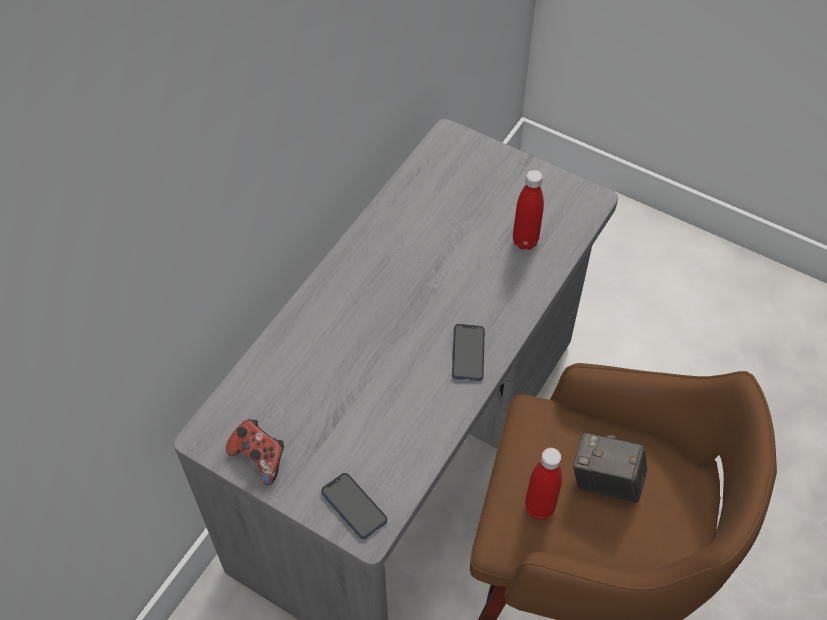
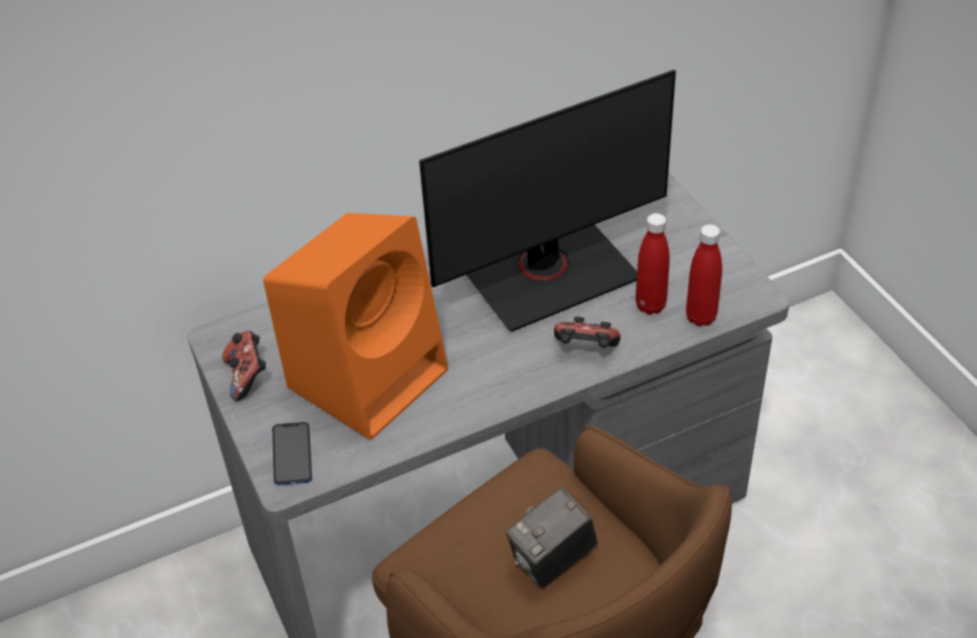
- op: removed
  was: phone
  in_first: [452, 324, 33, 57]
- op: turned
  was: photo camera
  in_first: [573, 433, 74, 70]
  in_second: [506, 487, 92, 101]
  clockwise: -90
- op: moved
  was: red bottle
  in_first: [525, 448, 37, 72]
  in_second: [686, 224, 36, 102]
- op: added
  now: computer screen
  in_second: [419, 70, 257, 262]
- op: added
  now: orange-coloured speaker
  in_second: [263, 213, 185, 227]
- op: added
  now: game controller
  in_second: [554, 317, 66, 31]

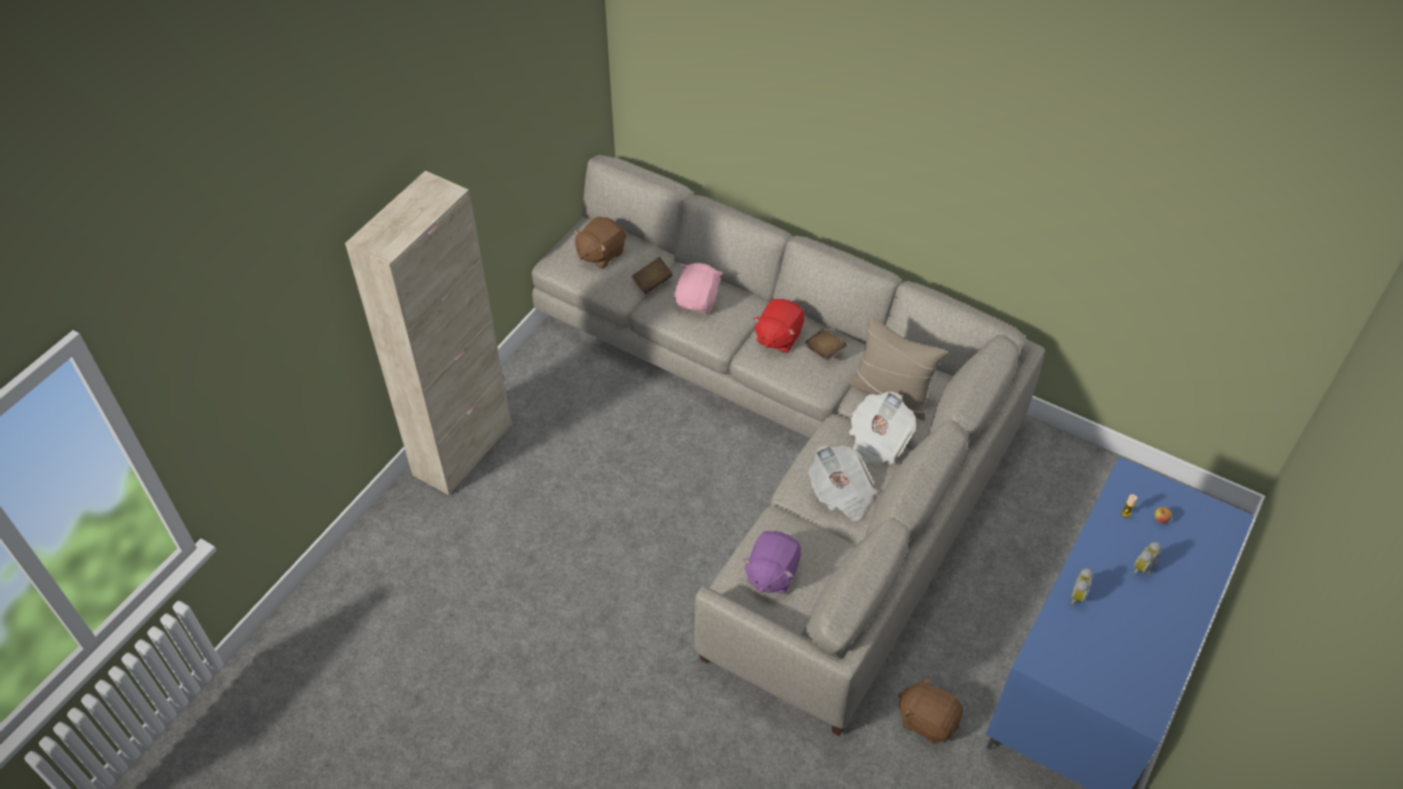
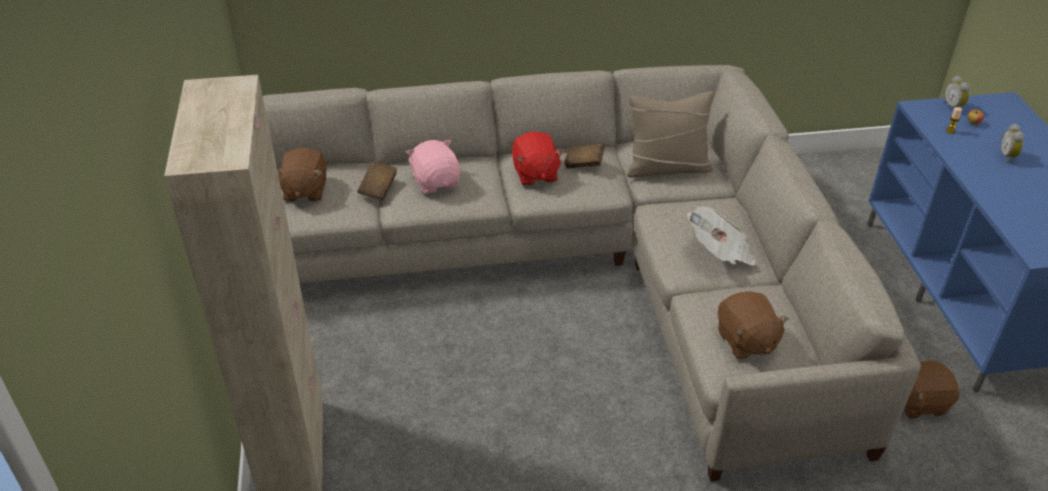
- op: removed
  was: newspaper
  in_first: [849, 392, 67, 72]
- op: recoloured
  was: purple-coloured cuddly toy
  now: brown-coloured cuddly toy
  in_first: [743, 531, 58, 63]
  in_second: [718, 291, 71, 68]
- op: moved
  was: alarm clock
  in_first: [1071, 568, 22, 37]
  in_second: [945, 76, 25, 31]

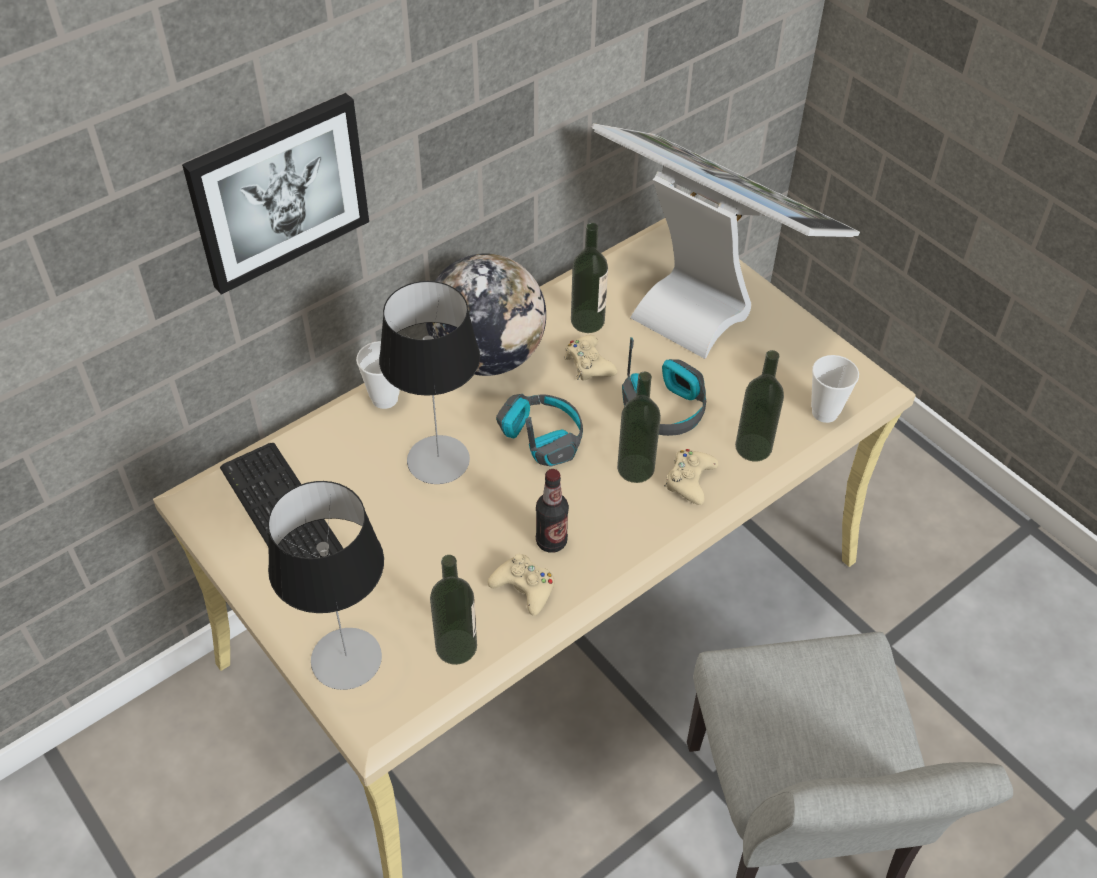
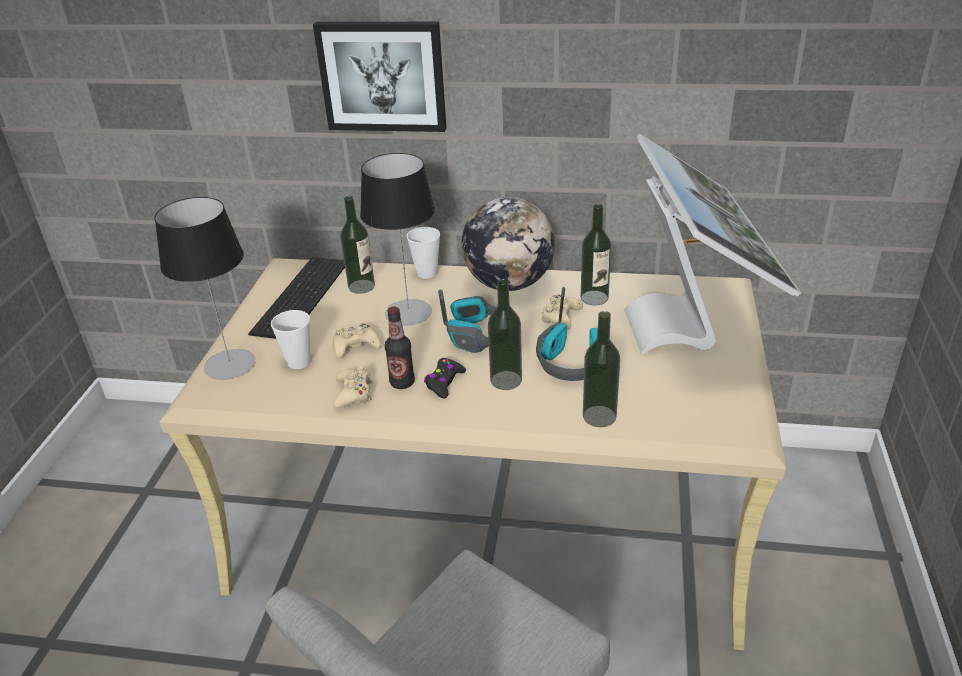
- op: moved
  was: cup
  in_first: [811, 355, 48, 68]
  in_second: [271, 310, 40, 59]
- op: moved
  was: beige game controller
  in_first: [664, 449, 54, 56]
  in_second: [333, 323, 48, 35]
- op: moved
  was: bottle
  in_first: [430, 555, 47, 110]
  in_second: [340, 196, 35, 98]
- op: added
  now: black game controller
  in_second: [424, 358, 42, 41]

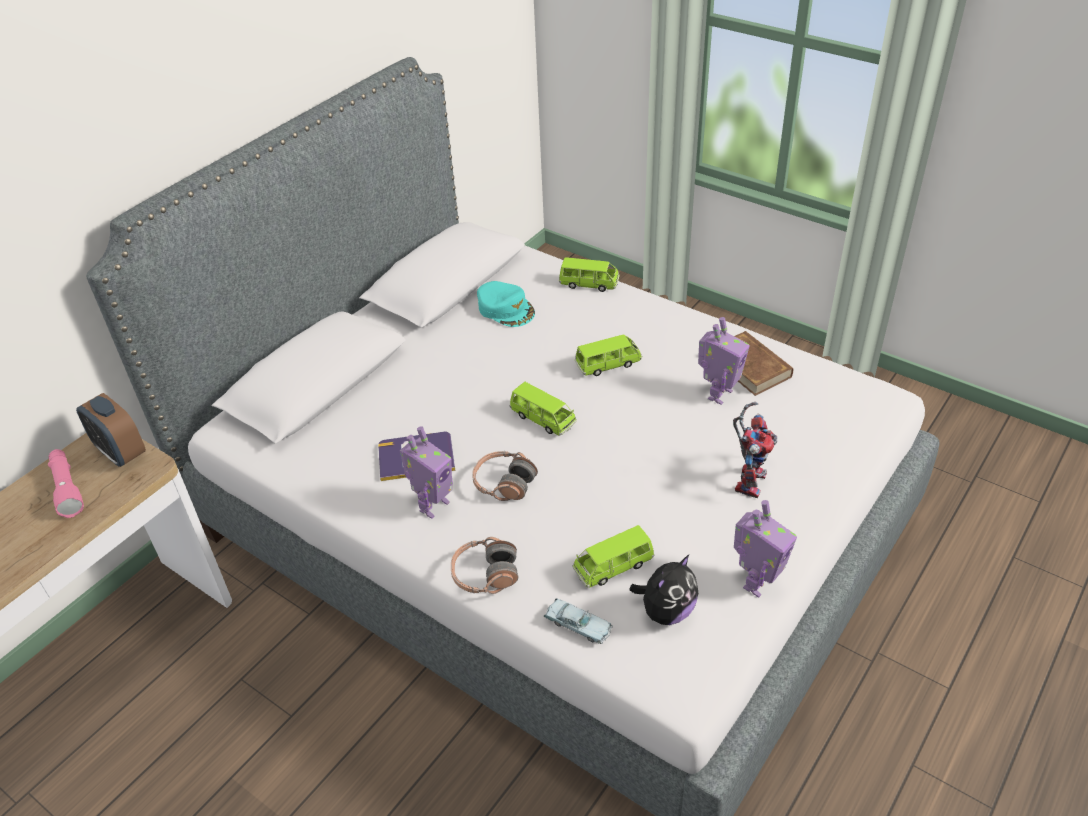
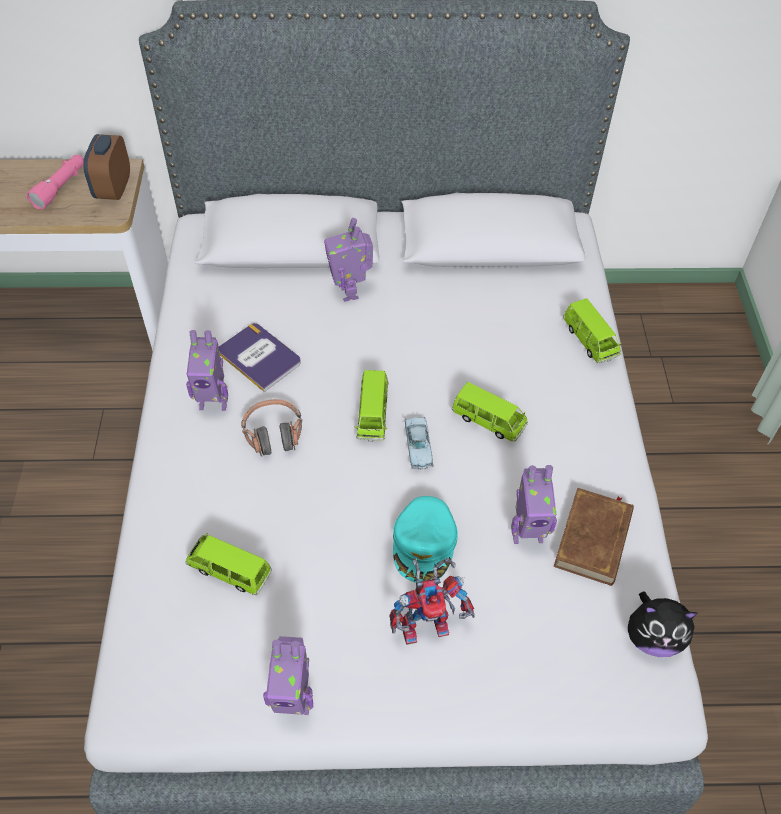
- op: moved
  was: blue-green baseball cap
  in_first: [477, 281, 58, 46]
  in_second: [393, 496, 65, 87]
- op: removed
  was: headset
  in_first: [451, 537, 67, 57]
- op: moved
  was: cuddly toy
  in_first: [629, 555, 69, 70]
  in_second: [628, 591, 70, 66]
- op: moved
  was: bluish toy car
  in_first: [544, 598, 69, 46]
  in_second: [405, 417, 29, 53]
- op: added
  now: toy robot
  in_second: [324, 218, 49, 84]

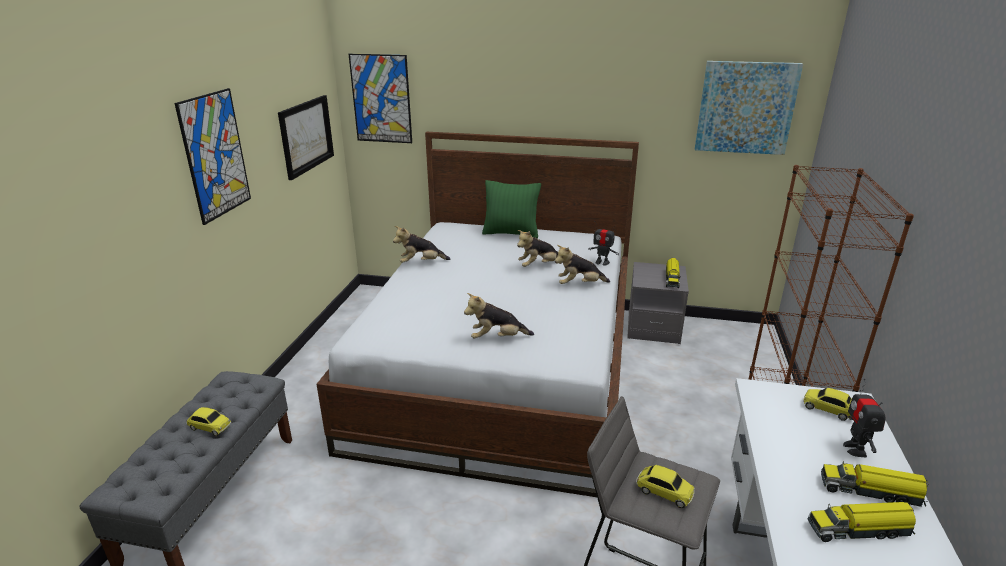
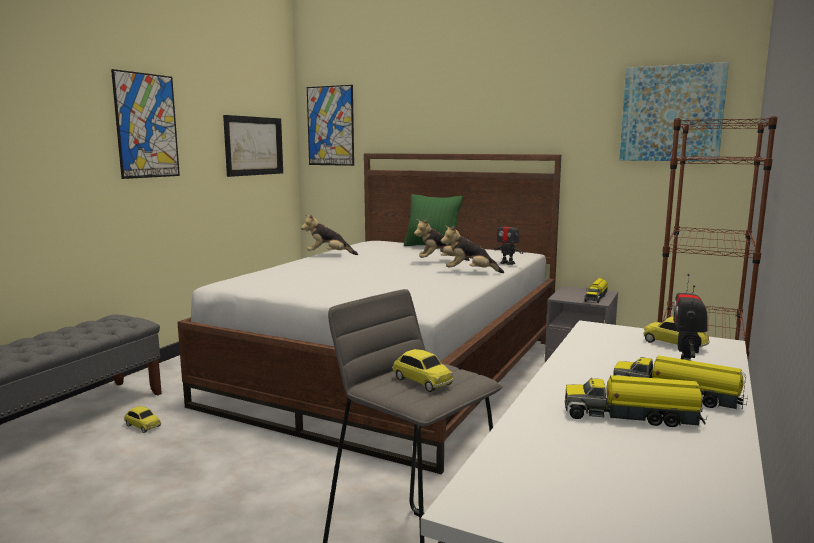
- op: removed
  was: cuddly toy
  in_first: [464, 293, 70, 45]
- op: moved
  was: toy car
  in_first: [187, 407, 44, 29]
  in_second: [124, 406, 37, 27]

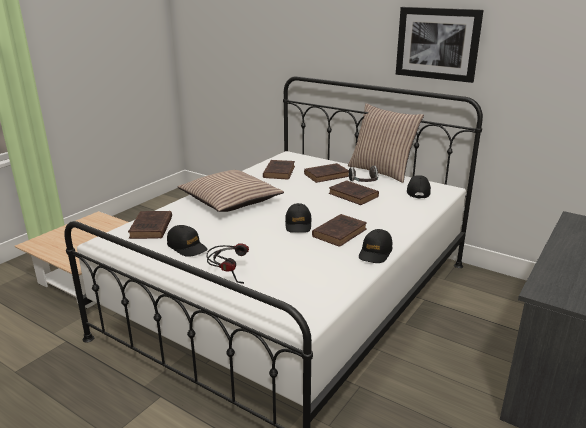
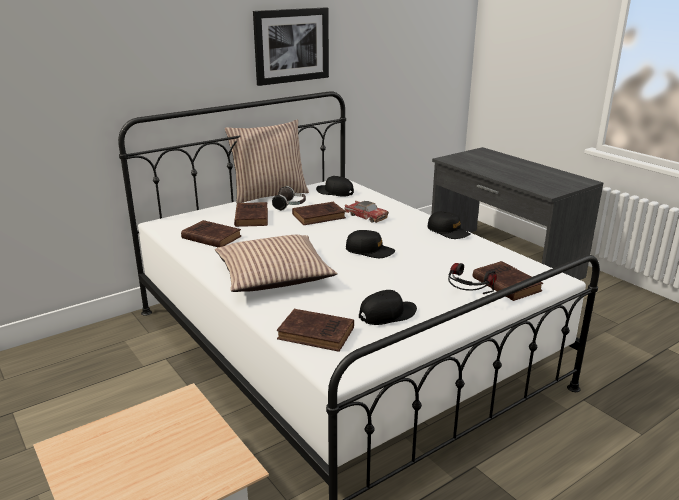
- op: moved
  was: brown-coloured volume
  in_first: [312, 214, 55, 33]
  in_second: [473, 261, 70, 40]
- op: added
  now: toy car
  in_second: [344, 201, 45, 22]

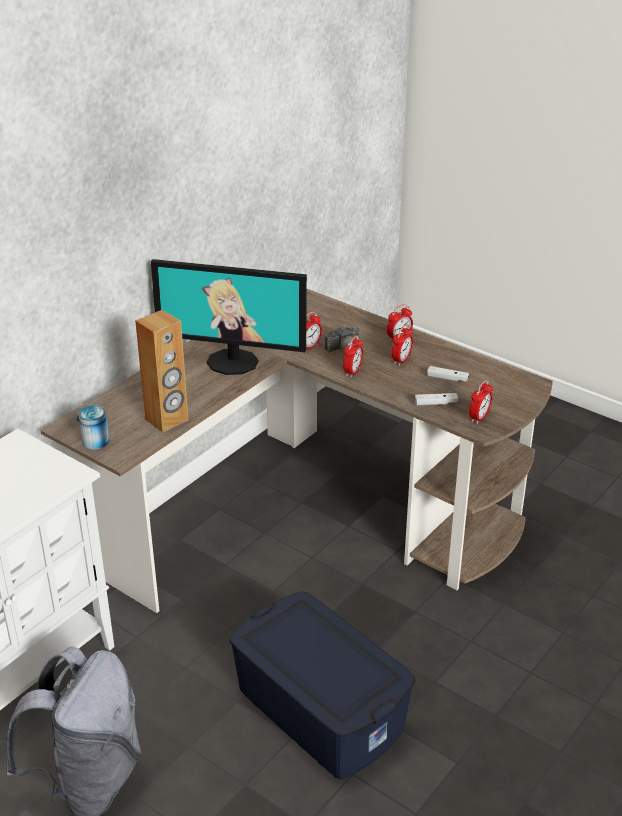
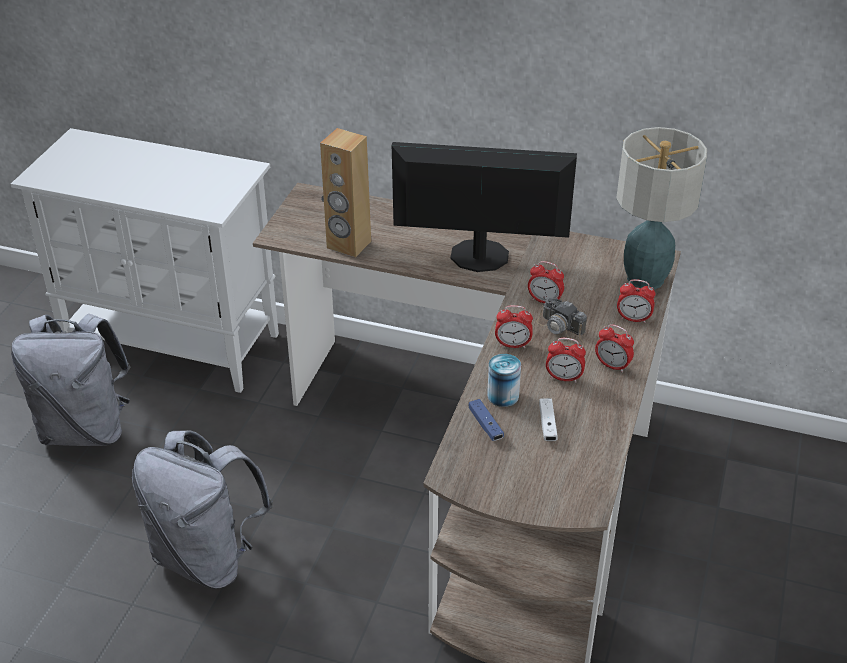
- op: turned
  was: computer screen
  in_first: [151, 259, 156, 116]
  in_second: [392, 142, 185, 130]
  clockwise: 105
- op: moved
  was: alarm clock
  in_first: [469, 380, 24, 44]
  in_second: [617, 279, 38, 44]
- op: recoloured
  was: white game controller
  now: bluish game controller
  in_first: [415, 393, 43, 13]
  in_second: [469, 399, 35, 42]
- op: moved
  was: sealed can
  in_first: [78, 405, 31, 45]
  in_second: [487, 354, 34, 53]
- op: replaced
  was: bluish storage container
  now: grey backpack
  in_first: [229, 591, 186, 188]
  in_second: [132, 430, 141, 159]
- op: added
  now: tabletop lamp
  in_second: [616, 127, 91, 163]

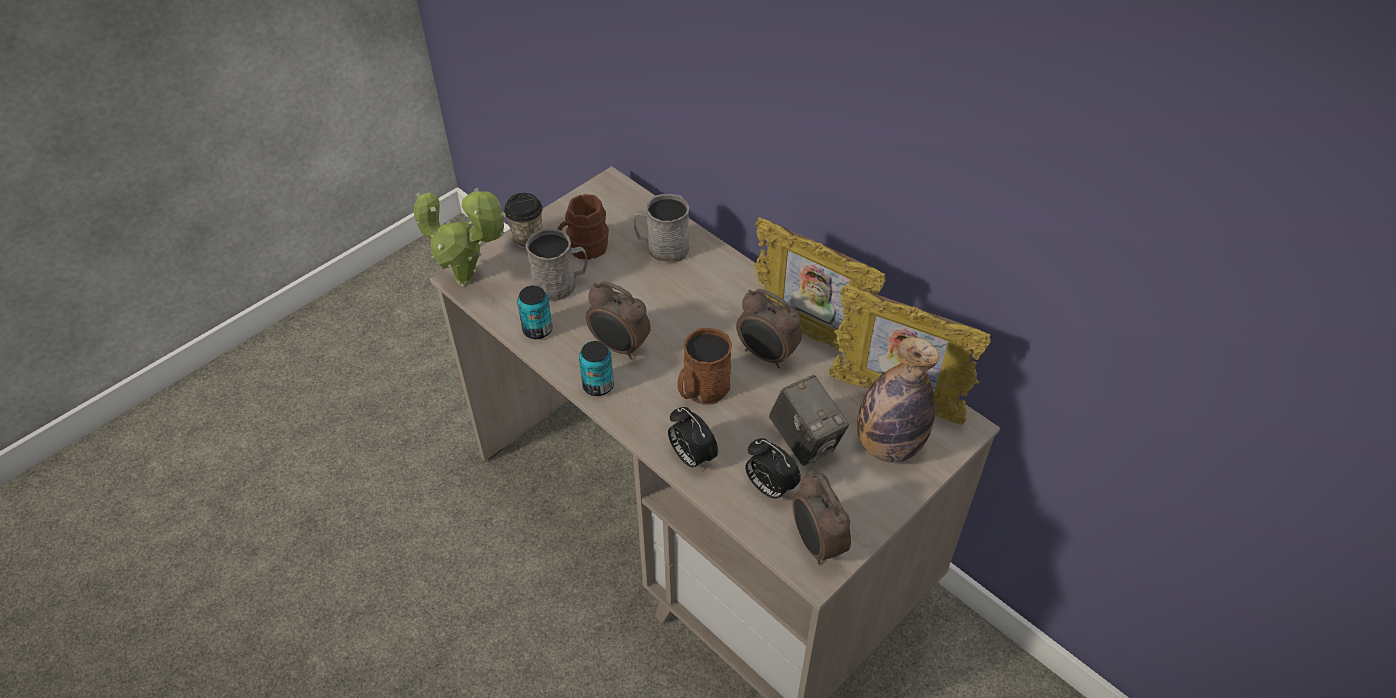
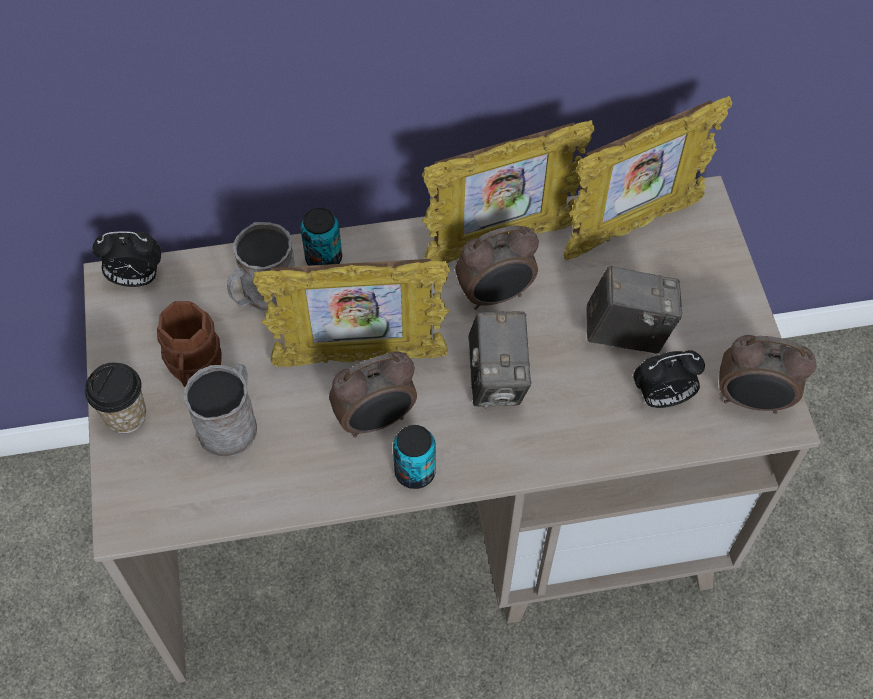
- op: removed
  was: potted plant
  in_first: [414, 188, 92, 98]
- op: moved
  was: sealed can
  in_first: [517, 286, 36, 53]
  in_second: [301, 208, 41, 58]
- op: replaced
  was: brown-coloured tea mug
  now: photo camera
  in_first: [678, 328, 54, 77]
  in_second: [468, 312, 63, 96]
- op: removed
  was: bottle
  in_first: [857, 337, 83, 126]
- op: moved
  was: alarm clock
  in_first: [668, 407, 50, 64]
  in_second: [92, 231, 69, 56]
- op: added
  now: photo frame
  in_second: [253, 259, 197, 108]

